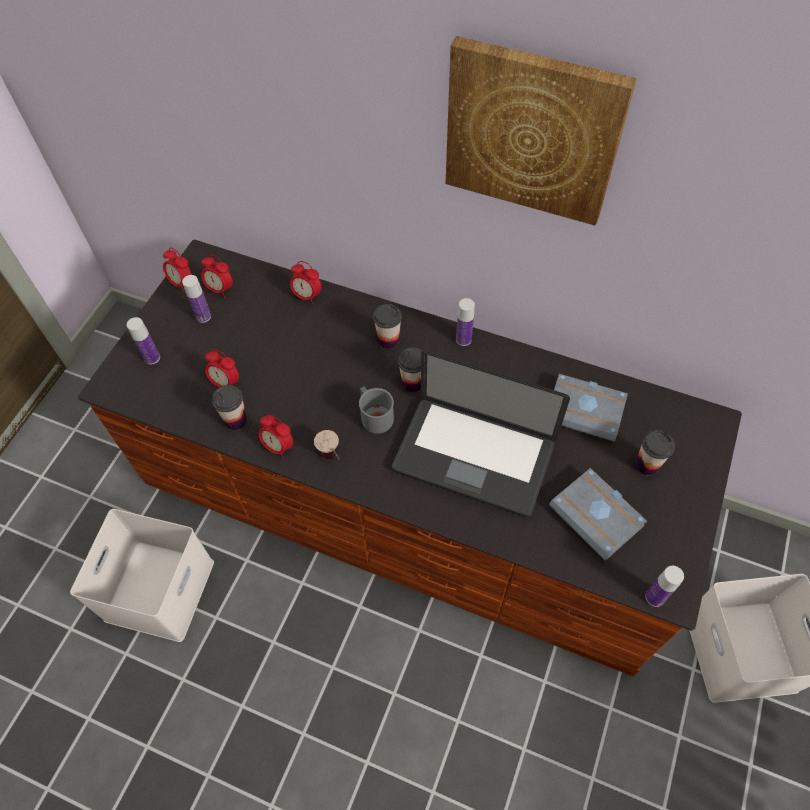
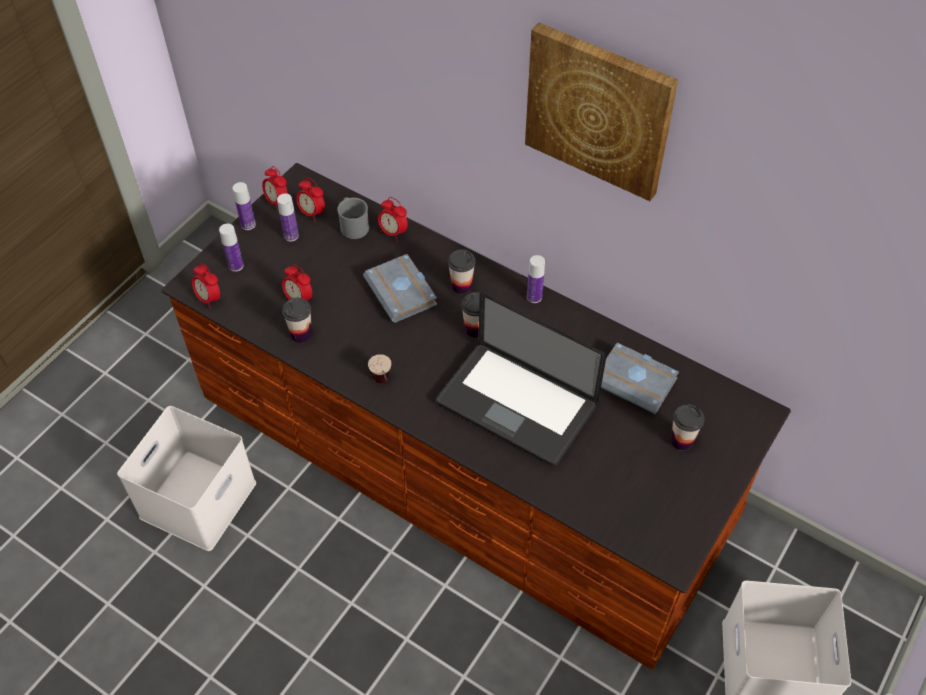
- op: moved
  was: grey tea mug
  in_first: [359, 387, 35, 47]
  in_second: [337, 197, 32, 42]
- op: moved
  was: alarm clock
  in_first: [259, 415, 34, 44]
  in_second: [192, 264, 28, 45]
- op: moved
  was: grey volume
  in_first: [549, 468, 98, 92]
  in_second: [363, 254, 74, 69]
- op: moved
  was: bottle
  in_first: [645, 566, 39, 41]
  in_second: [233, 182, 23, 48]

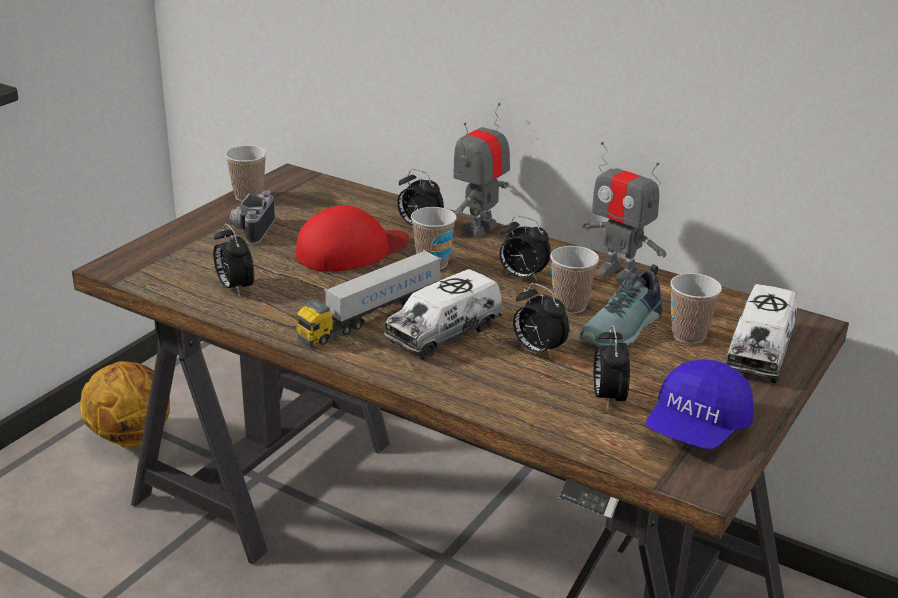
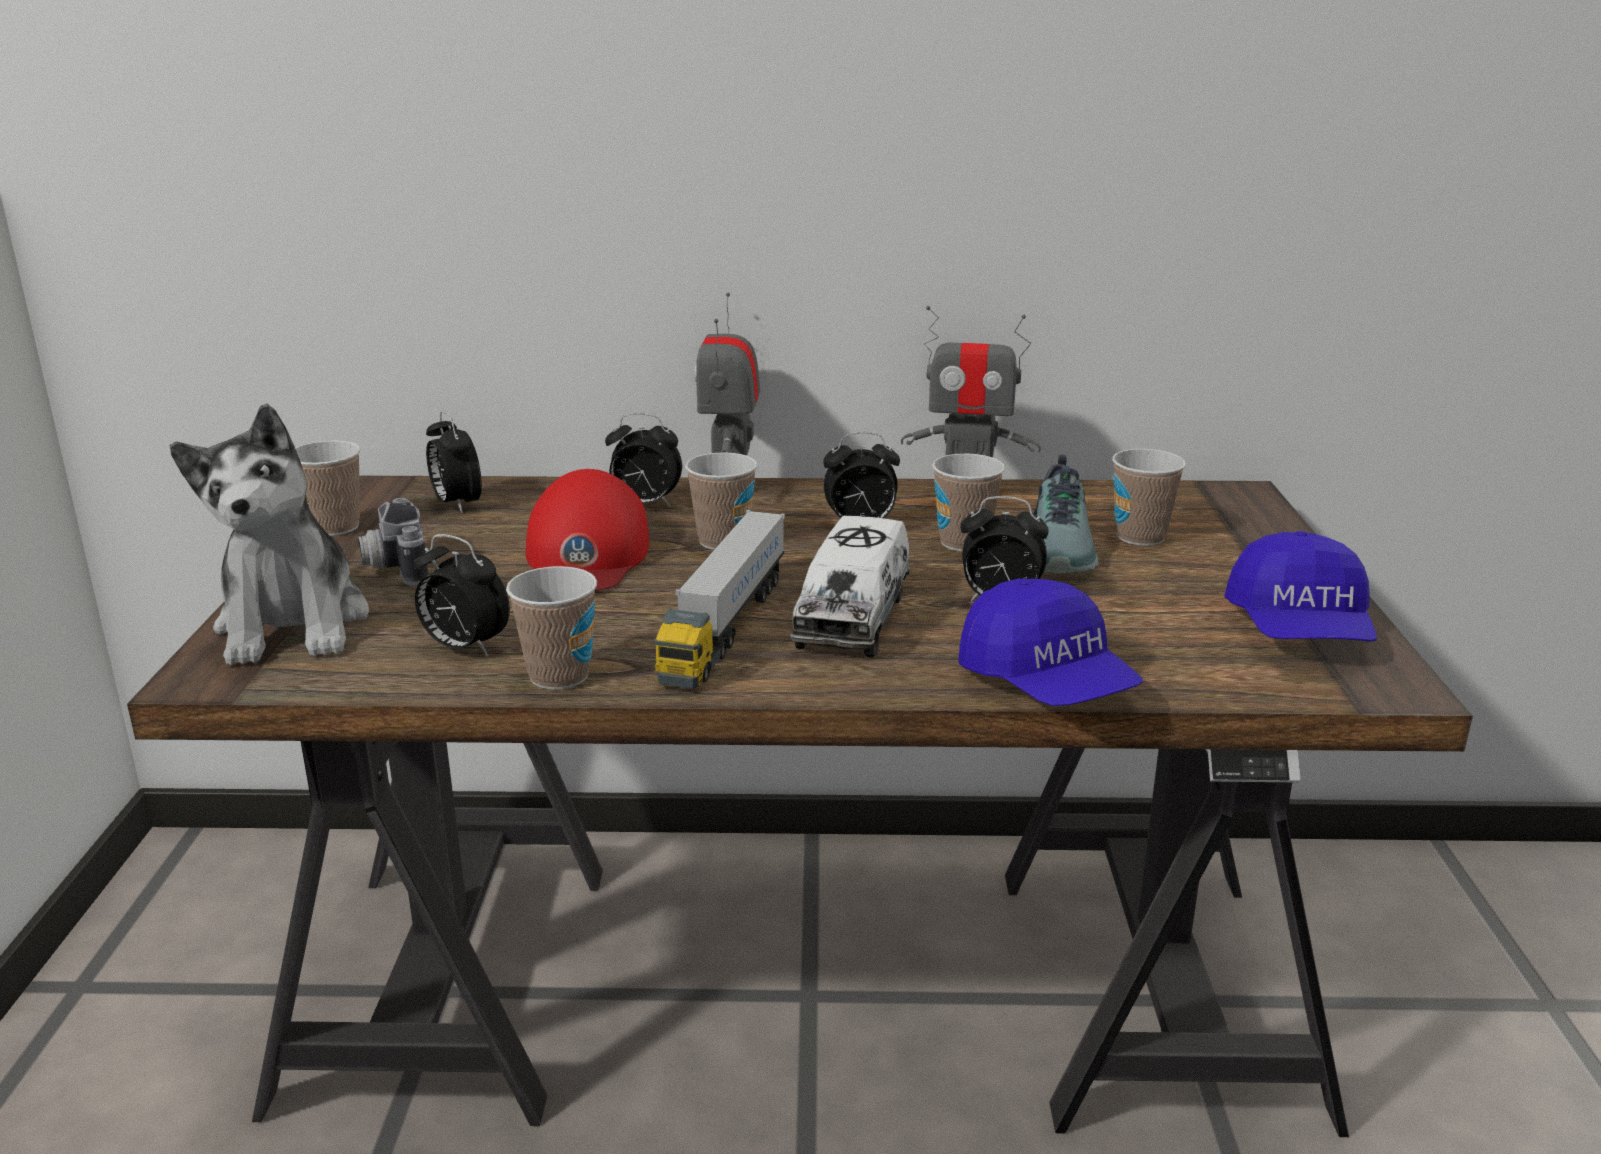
- op: turned
  was: red baseball cap
  in_first: [296, 205, 113, 67]
  in_second: [526, 469, 123, 122]
  clockwise: 150
- op: removed
  was: toy lorry
  in_first: [725, 284, 72, 99]
- op: moved
  was: alarm clock
  in_first: [593, 325, 37, 84]
  in_second: [426, 410, 56, 103]
- op: removed
  was: basketball
  in_first: [80, 361, 90, 88]
- op: added
  now: cuddly toy
  in_second: [170, 404, 199, 261]
- op: added
  now: cup
  in_second: [506, 566, 91, 124]
- op: added
  now: bluish baseball cap
  in_second: [958, 579, 185, 127]

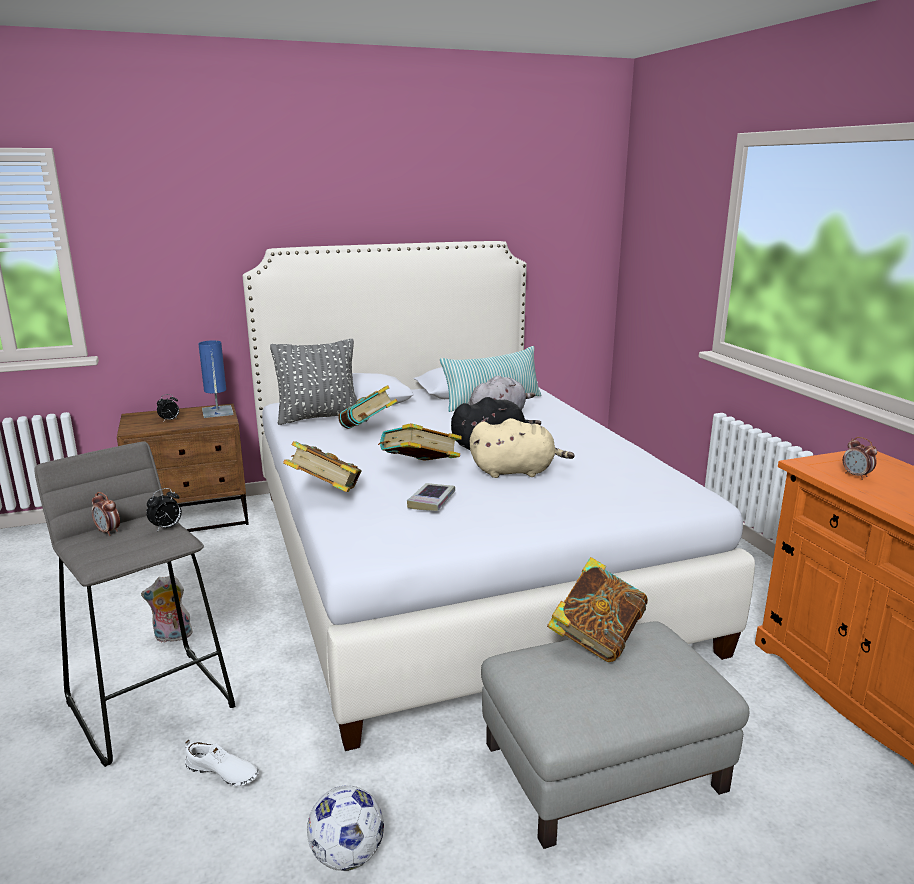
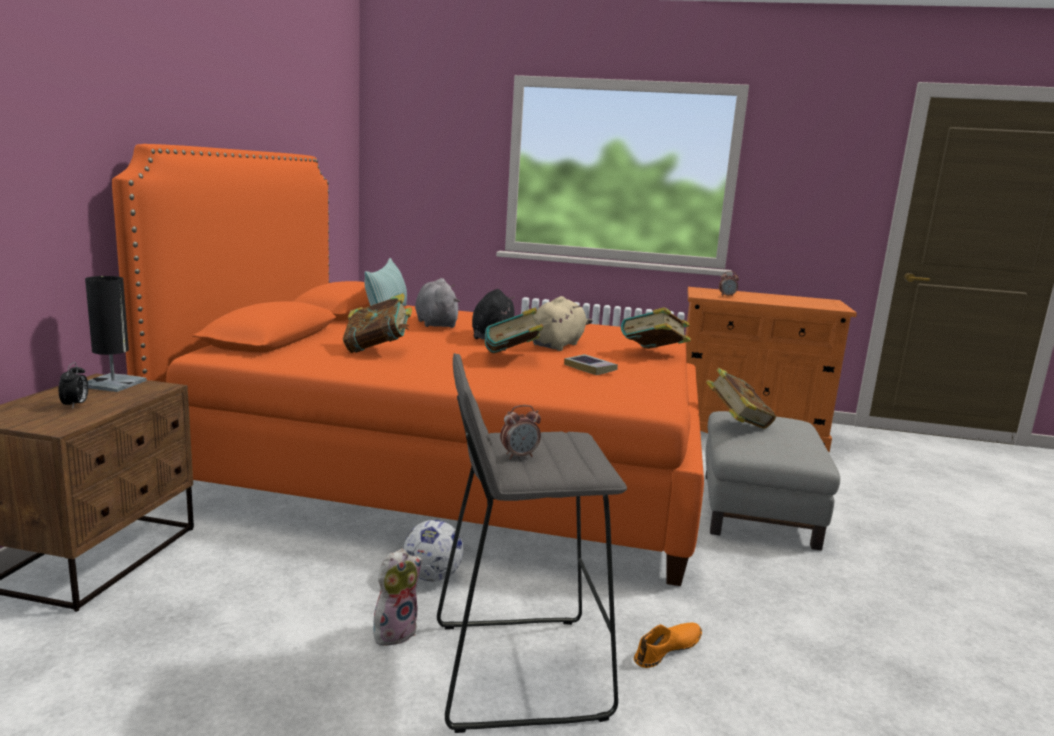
- op: recoloured
  was: white sleeping bed
  now: orange-coloured sleeping bed
  in_first: [243, 241, 512, 510]
  in_second: [112, 144, 592, 442]
- op: removed
  was: grey throw pillow
  in_first: [270, 339, 87, 86]
- op: recoloured
  was: bluish tabletop lamp
  now: black tabletop lamp
  in_first: [198, 340, 36, 78]
  in_second: [85, 276, 62, 116]
- op: moved
  was: volume
  in_first: [283, 441, 79, 51]
  in_second: [621, 307, 70, 42]
- op: removed
  was: alarm clock
  in_first: [146, 488, 36, 44]
- op: turned
  was: cuddly toy
  in_first: [141, 575, 52, 68]
  in_second: [373, 549, 49, 97]
  clockwise: -150
- op: recoloured
  was: white item of footwear
  now: orange-coloured item of footwear
  in_first: [185, 740, 74, 46]
  in_second: [634, 623, 68, 45]
- op: moved
  was: ball for football
  in_first: [307, 785, 77, 86]
  in_second: [404, 520, 59, 62]

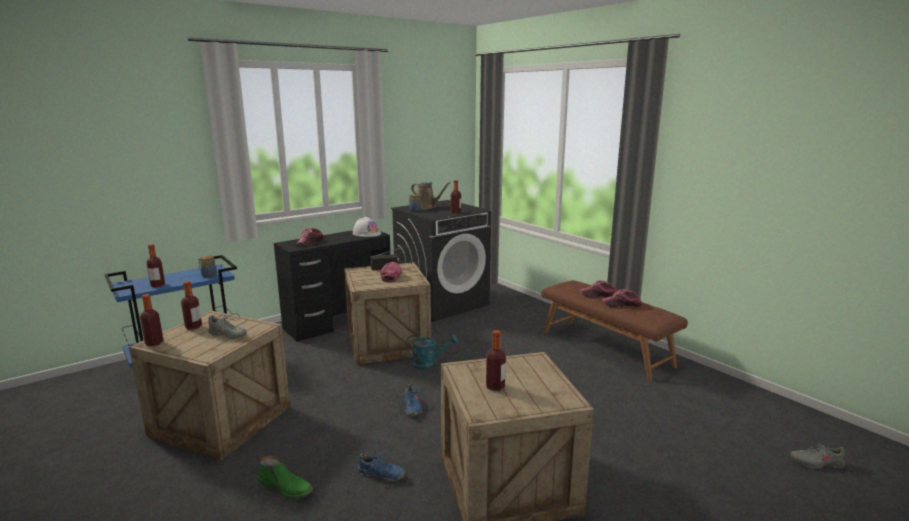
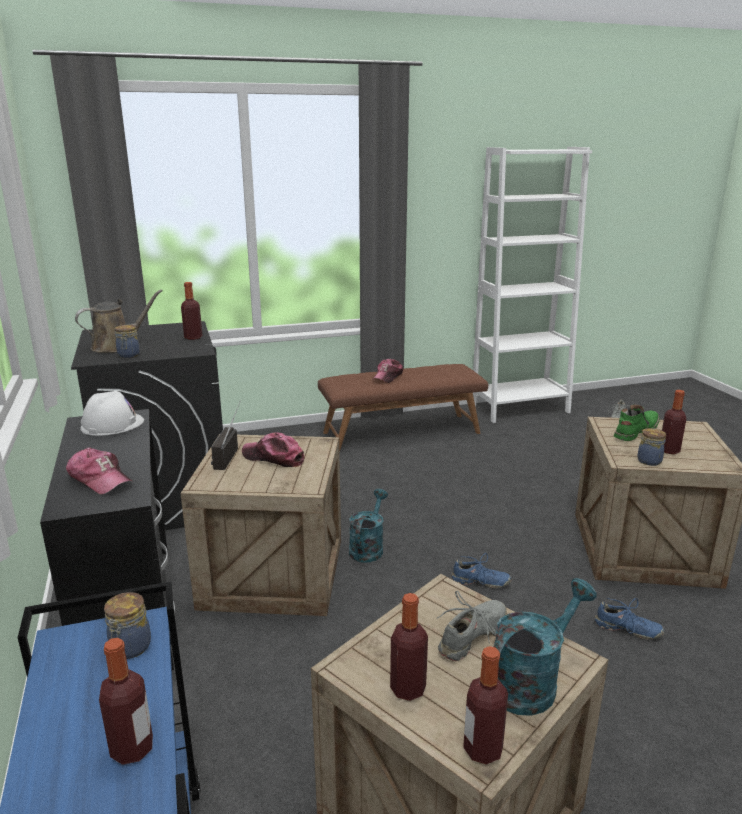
- op: removed
  was: baseball cap
  in_first: [602, 289, 40, 18]
- op: turned
  was: bluish item of footwear
  in_first: [358, 449, 48, 33]
  in_second: [595, 598, 69, 41]
  clockwise: 75
- op: moved
  was: green boot
  in_first: [258, 455, 55, 44]
  in_second: [614, 404, 46, 37]
- op: added
  now: white bookcase
  in_second: [473, 147, 119, 276]
- op: added
  now: preserve jar
  in_second: [637, 428, 29, 38]
- op: added
  now: blue-green sprinkling can
  in_second: [493, 578, 104, 138]

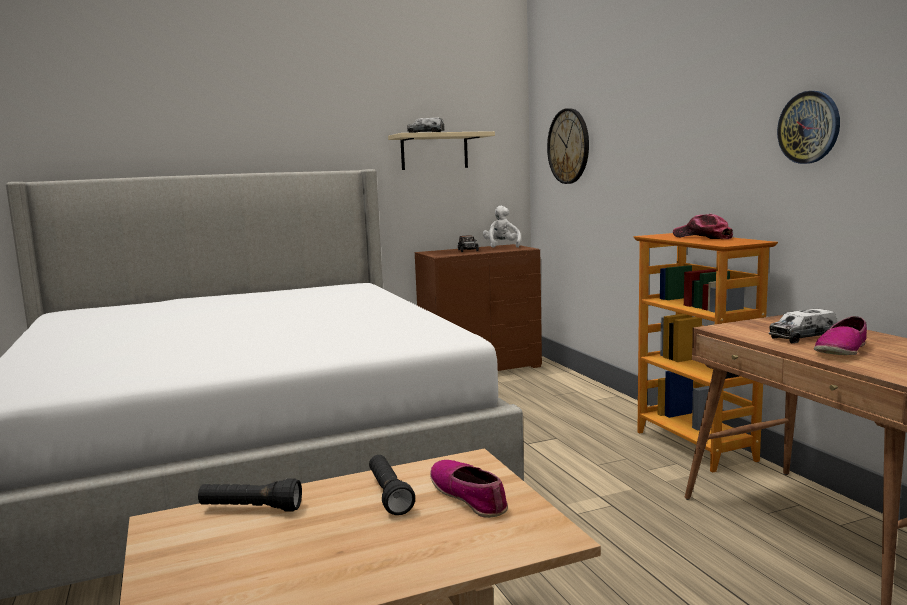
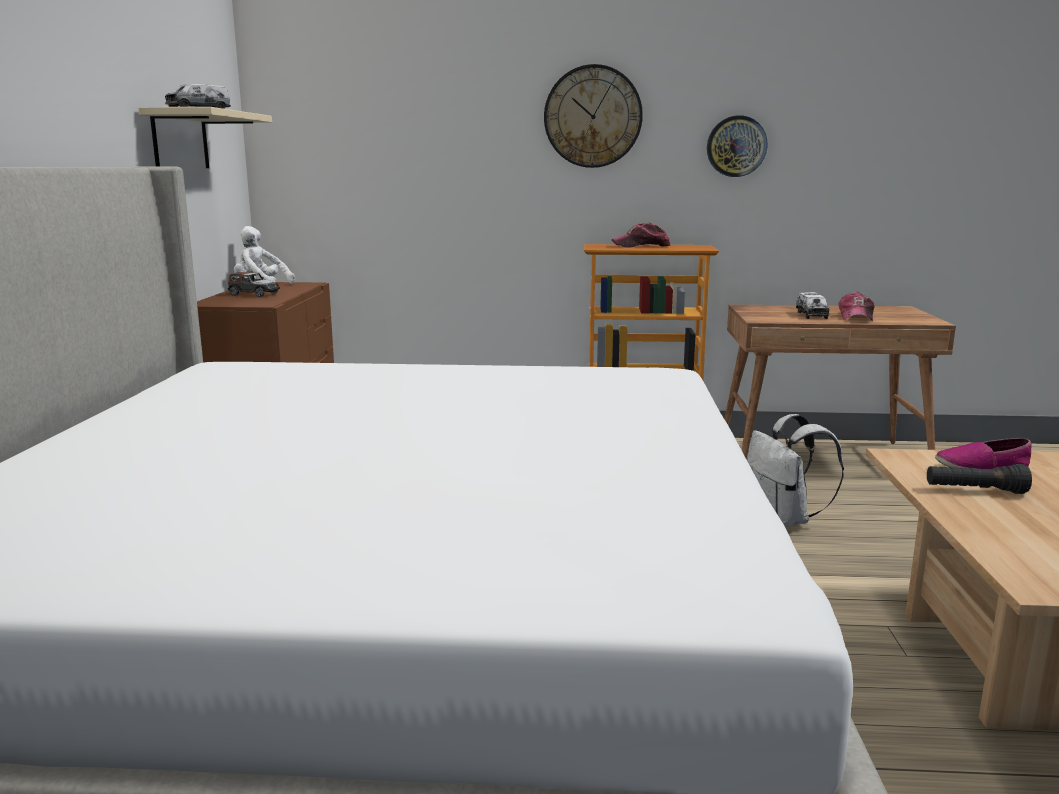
- op: moved
  was: wall clock
  in_first: [547, 108, 42, 76]
  in_second: [544, 64, 99, 104]
- op: replaced
  was: item of footwear
  now: baseball cap
  in_first: [814, 316, 53, 39]
  in_second: [838, 292, 36, 29]
- op: removed
  was: black torch
  in_first: [198, 478, 104, 33]
- op: added
  now: white backpack
  in_second: [748, 414, 96, 112]

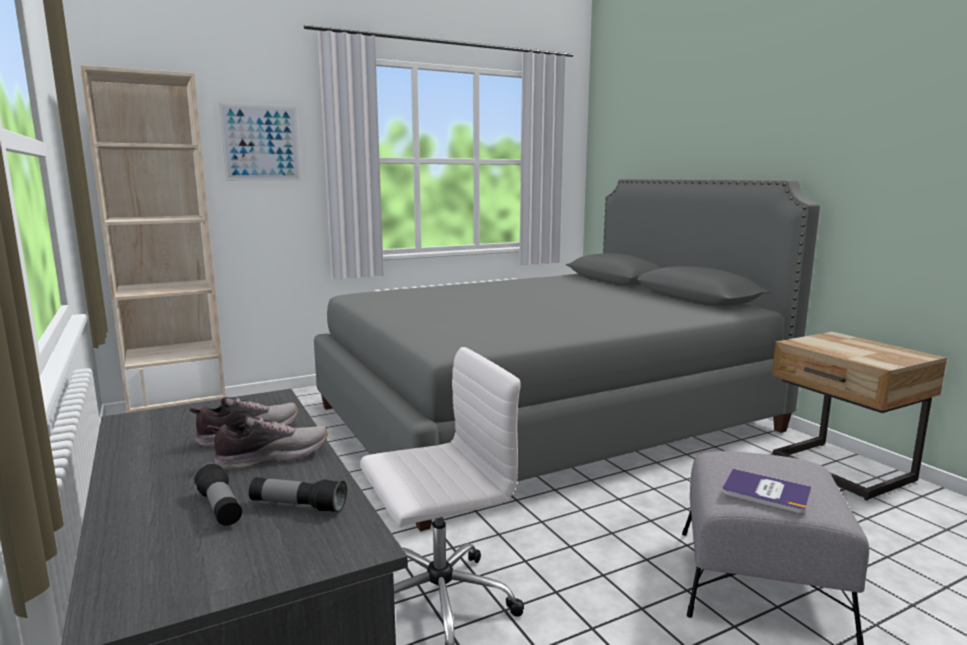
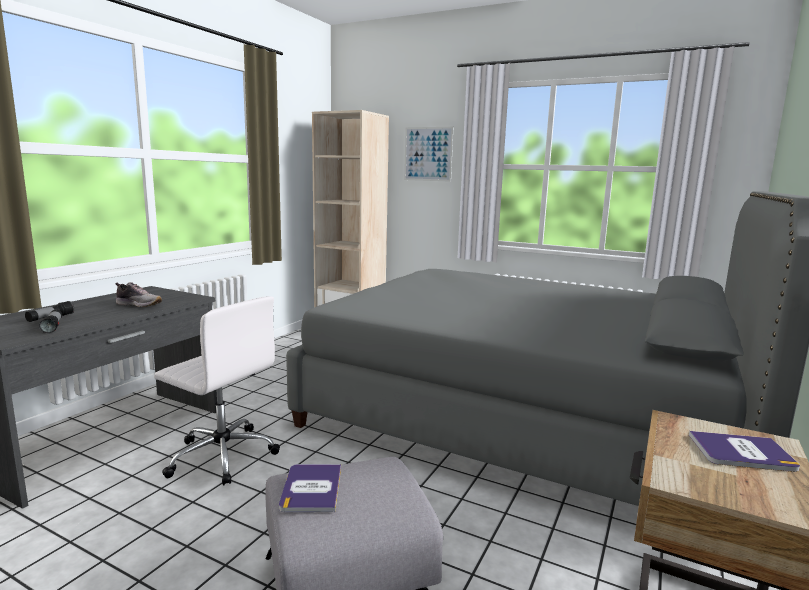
- op: removed
  was: item of footwear
  in_first: [207, 416, 121, 54]
- op: added
  now: volume
  in_second: [689, 431, 111, 41]

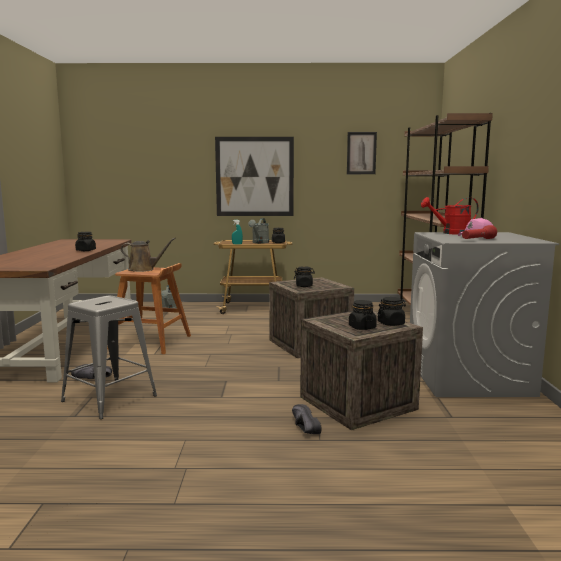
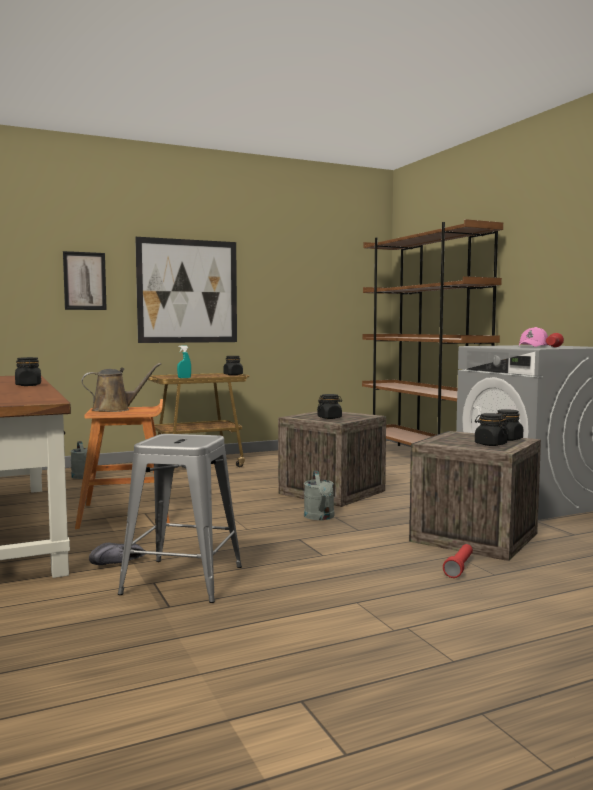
- op: moved
  was: wall picture
  in_first: [347, 132, 30, 42]
  in_second: [63, 251, 44, 59]
- op: removed
  was: red sprinkling can
  in_first: [421, 197, 58, 38]
- op: moved
  was: grey sprinkling can
  in_first: [248, 218, 21, 25]
  in_second: [304, 471, 30, 49]
- op: replaced
  was: black item of footwear
  now: red torch
  in_first: [292, 404, 30, 30]
  in_second: [443, 544, 30, 34]

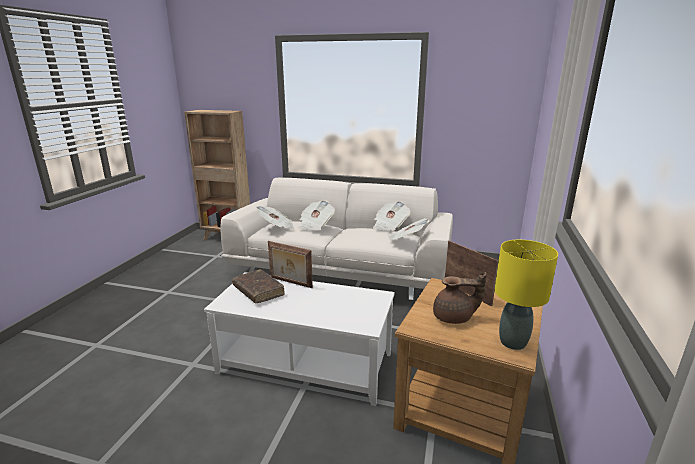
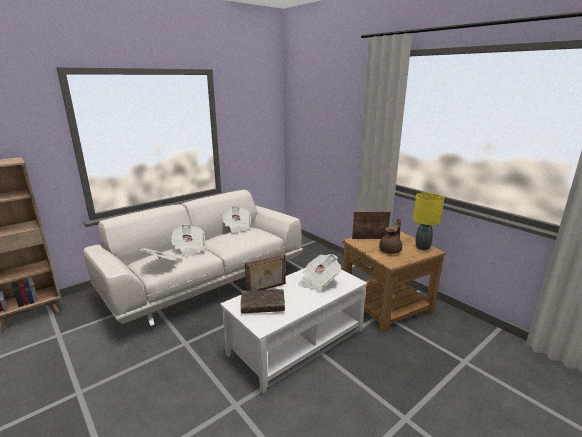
- op: moved
  was: newspaper
  in_first: [388, 218, 42, 24]
  in_second: [298, 254, 43, 37]

